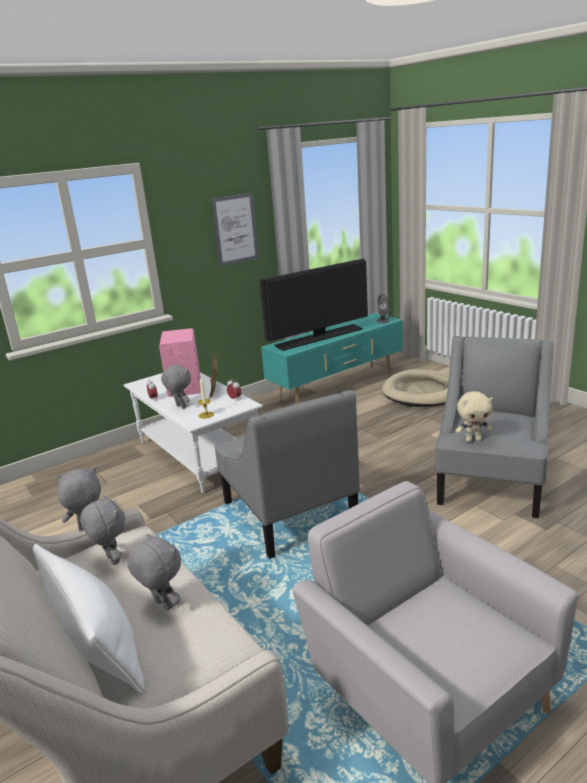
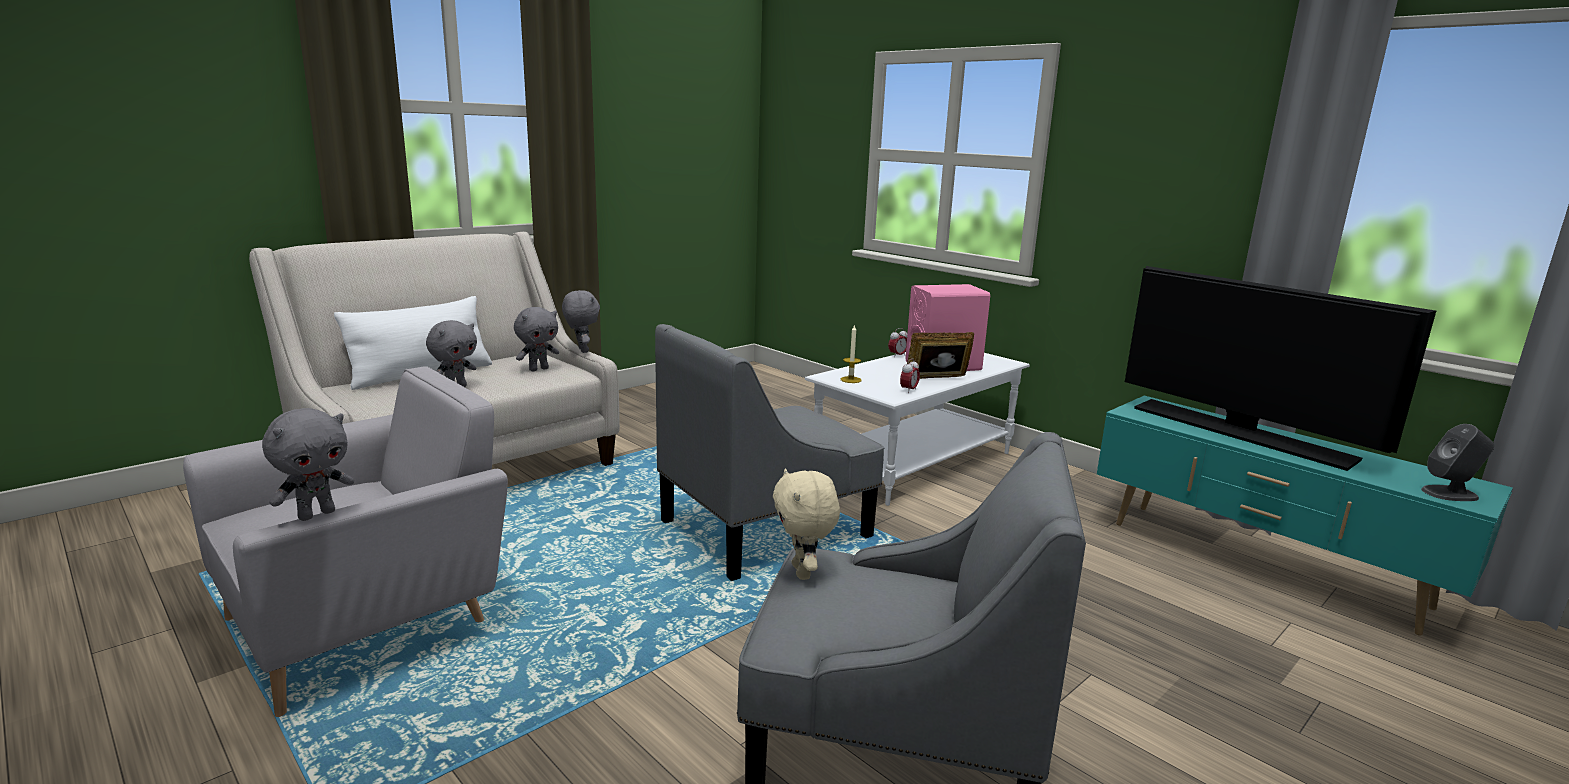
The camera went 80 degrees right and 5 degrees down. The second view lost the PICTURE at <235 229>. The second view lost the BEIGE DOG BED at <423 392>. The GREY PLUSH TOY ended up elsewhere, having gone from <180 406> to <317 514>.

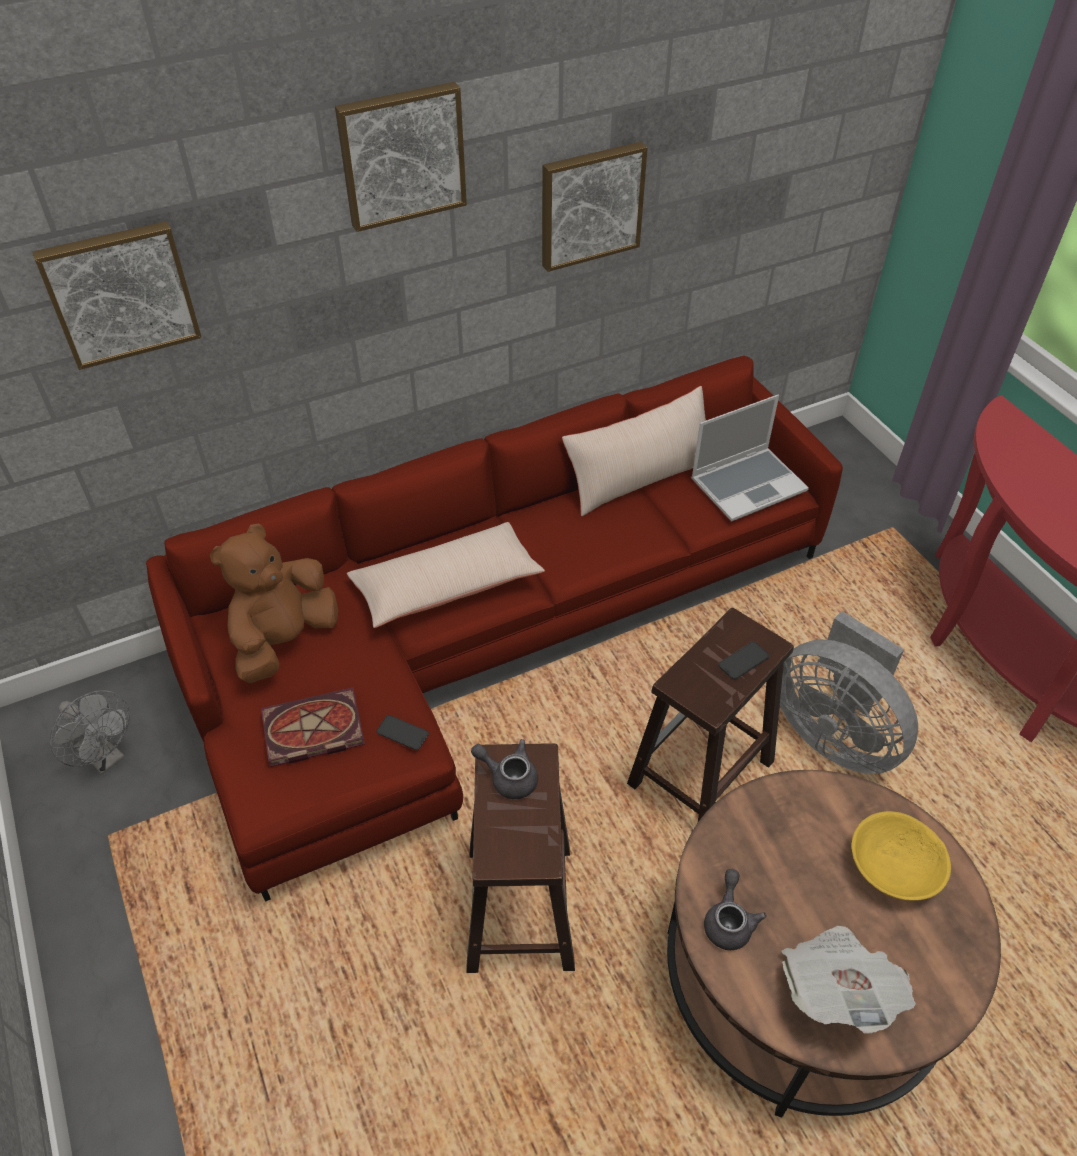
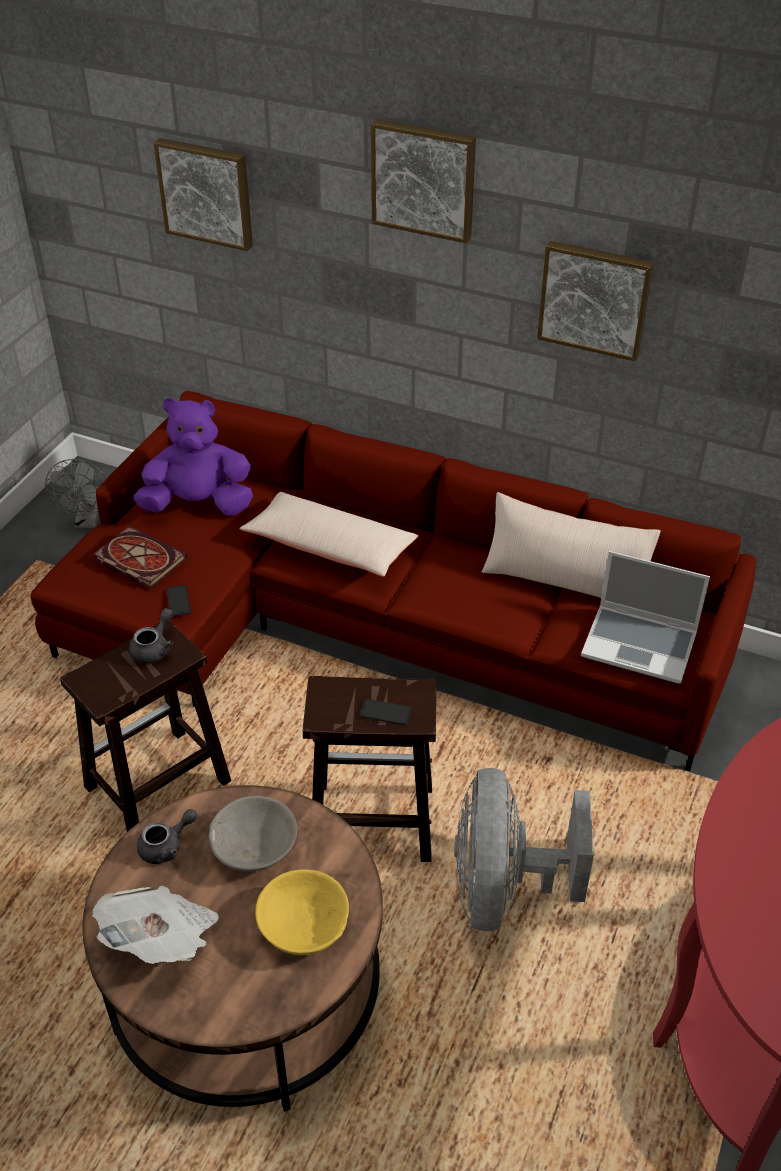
The camera went 50 degrees right and 5 degrees down. The second view gained the GREY BOWL at <254 846>. What was the BROWN PLUSH TOY at <284 640> turned into the PURPLE PLUSH TOY at <199 505>. The GREY TEAPOT at <508 777> ended up facing another way, 45 degrees clockwise from before.

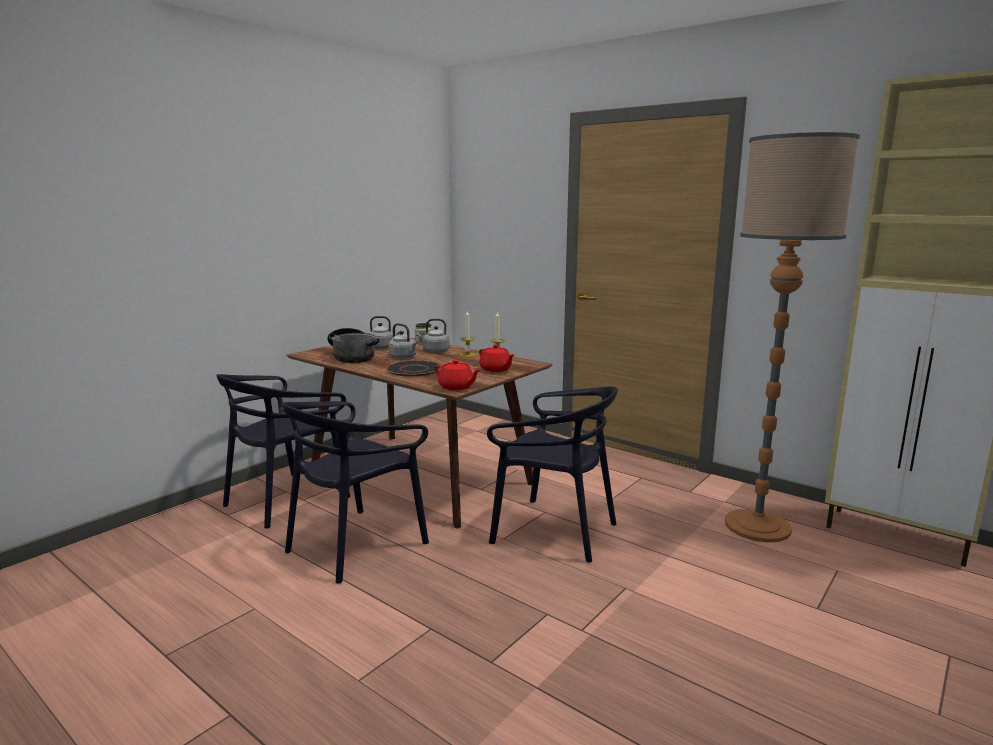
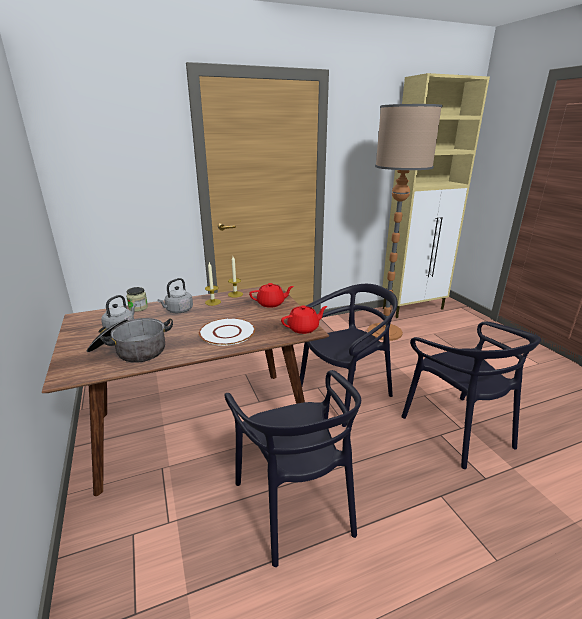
The camera went 60 degrees left and 10 degrees up. The second view lost the GREY KETTLE at <404 357>. The BLACK CHAIR ended up elsewhere, having gone from <286 499> to <457 429>. What was the BLACK PLATE at <414 369> turned into the WHITE PLATE at <227 332>.

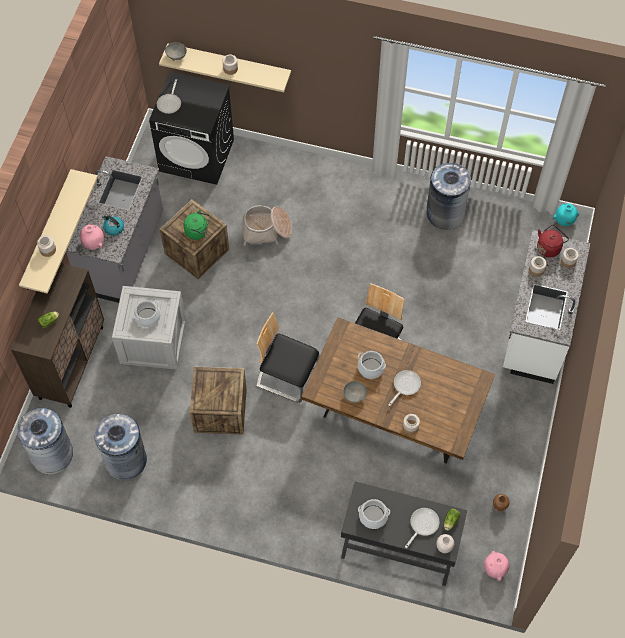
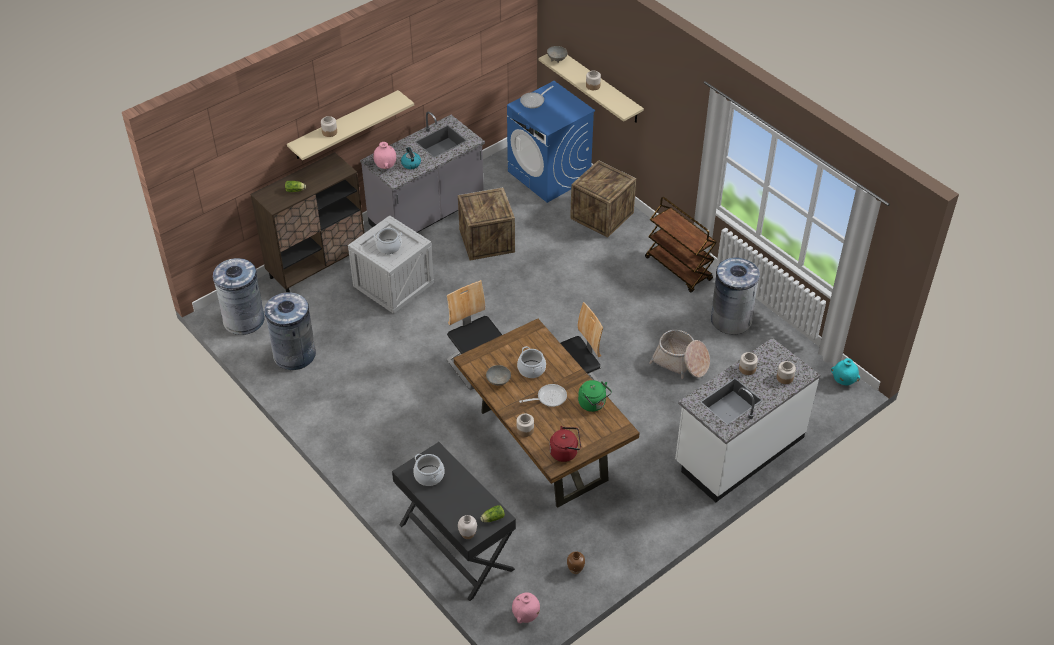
The camera went 35 degrees right and 15 degrees down. The second view lost the FRYING PAN at <422 525>. The second view gained the BROWN CART at <679 269>. The GREEN KETTLE ended up elsewhere, having gone from <198 231> to <593 404>. The CRATE ended up elsewhere, having gone from <220 410> to <602 215>. The BASKET ended up elsewhere, having gone from <266 230> to <681 362>. The RED KETTLE ended up elsewhere, having gone from <549 247> to <565 452>. What was the BLACK WASHING MACHINE at <197 155> turned into the BLUE WASHING MACHINE at <549 175>.

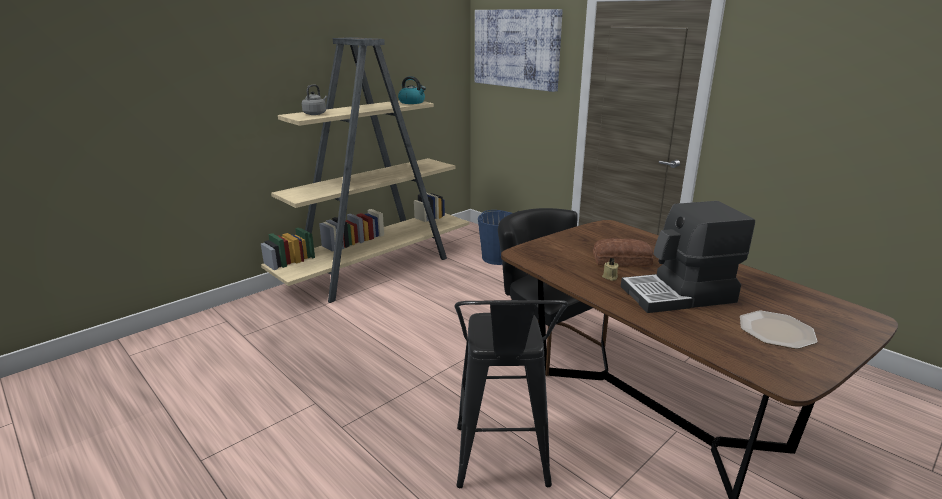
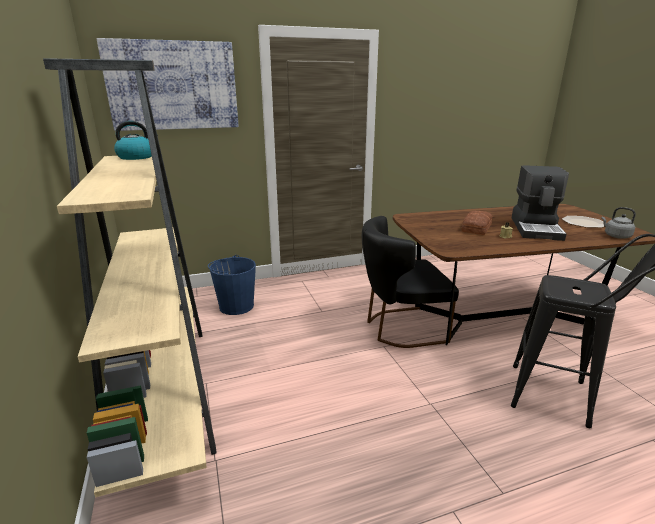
The camera went 65 degrees left and 0 degrees up. The GREY KETTLE ended up elsewhere, having gone from <315 114> to <615 236>.

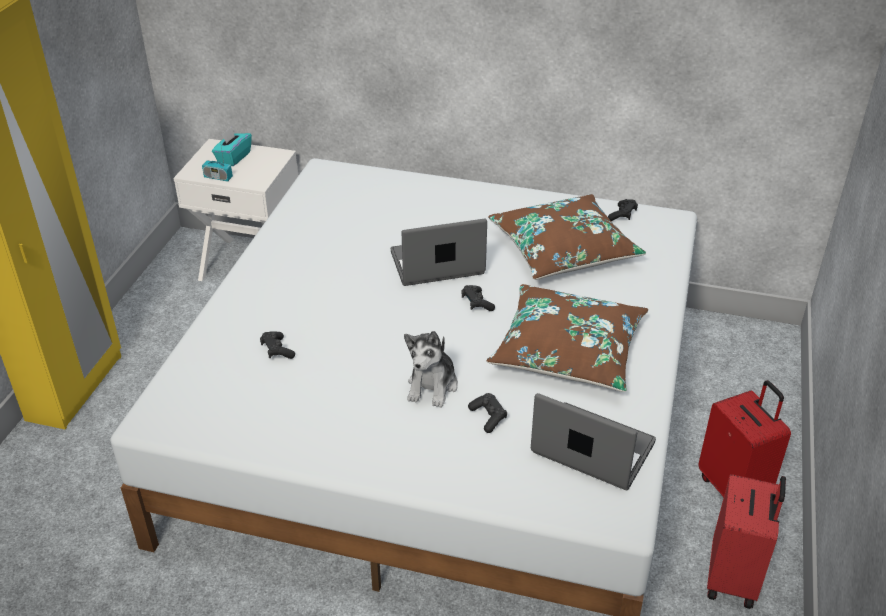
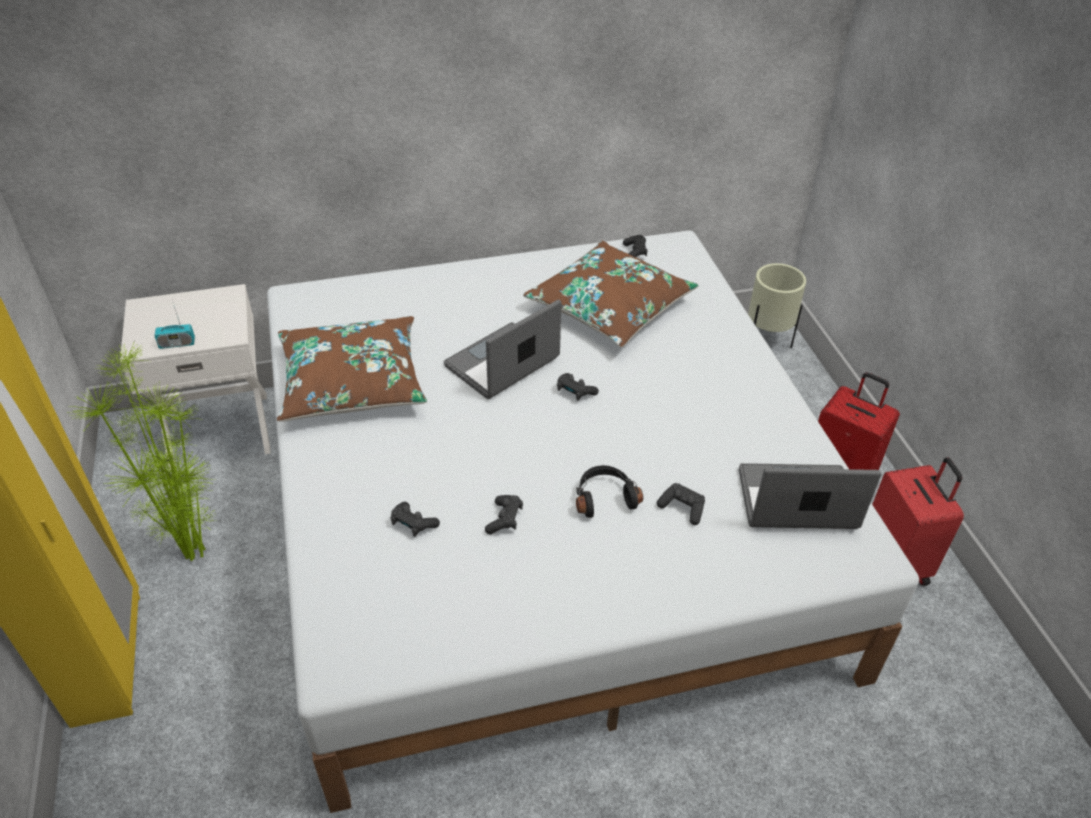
The camera went 30 degrees left and 5 degrees up. The second view lost the TURQUOISE TISSUE BOX at <233 157>. The second view gained the POTTED PLANT at <193 551>. The second view gained the BLACK GAME CONTROLLER at <505 519>. The second view gained the BEIGE PLANTER at <767 341>. The BROWN PILLOW ended up elsewhere, having gone from <568 350> to <352 382>. Where the PLUSH TOY stood at <432 386>, the BLACK HEADPHONES came to stand at <604 497>.

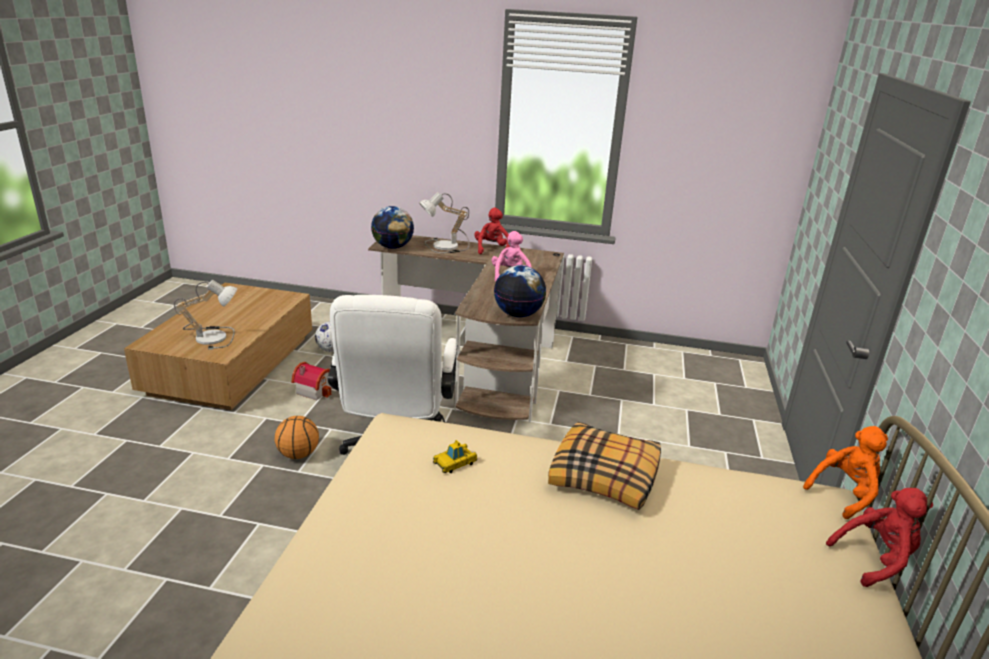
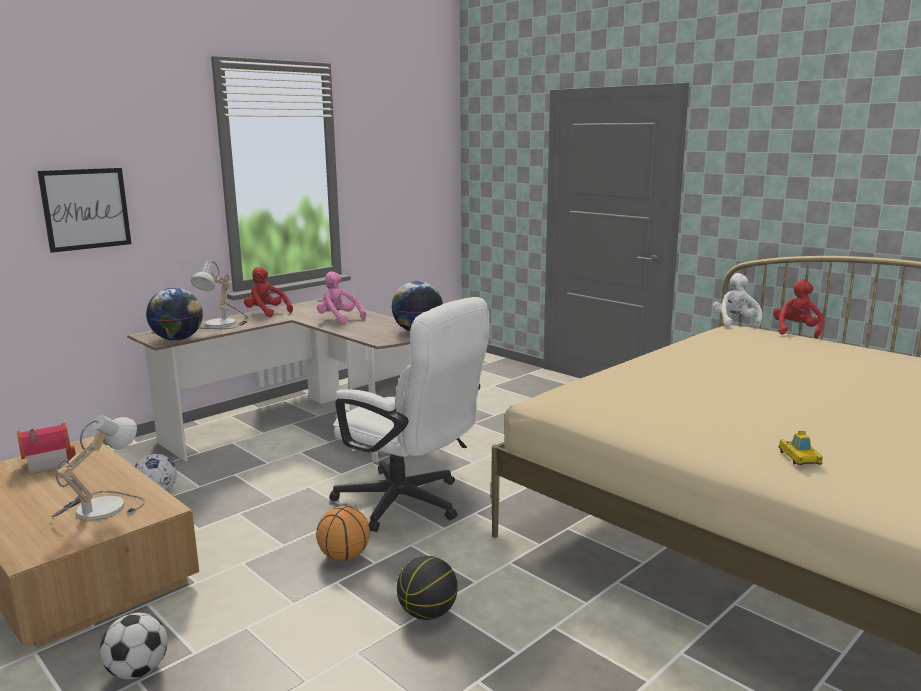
The camera went 55 degrees left and 10 degrees down. The second view lost the PILLOW at <605 476>. The second view gained the PICTURE at <86 209>. The second view gained the FOOTBALL at <138 671>. The second view gained the BASKETBALL at <427 613>. The TOY HOUSE ended up elsewhere, having gone from <314 390> to <46 463>. The TOY CAR ended up elsewhere, having gone from <455 463> to <799 457>. What was the ORANGE PLUSH TOY at <844 493> turned into the WHITE PLUSH TOY at <735 322>.

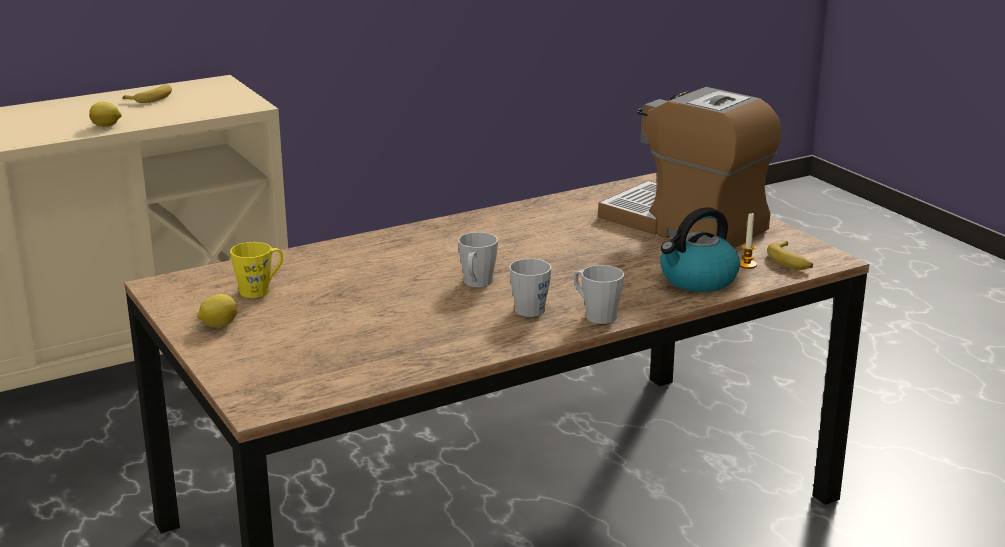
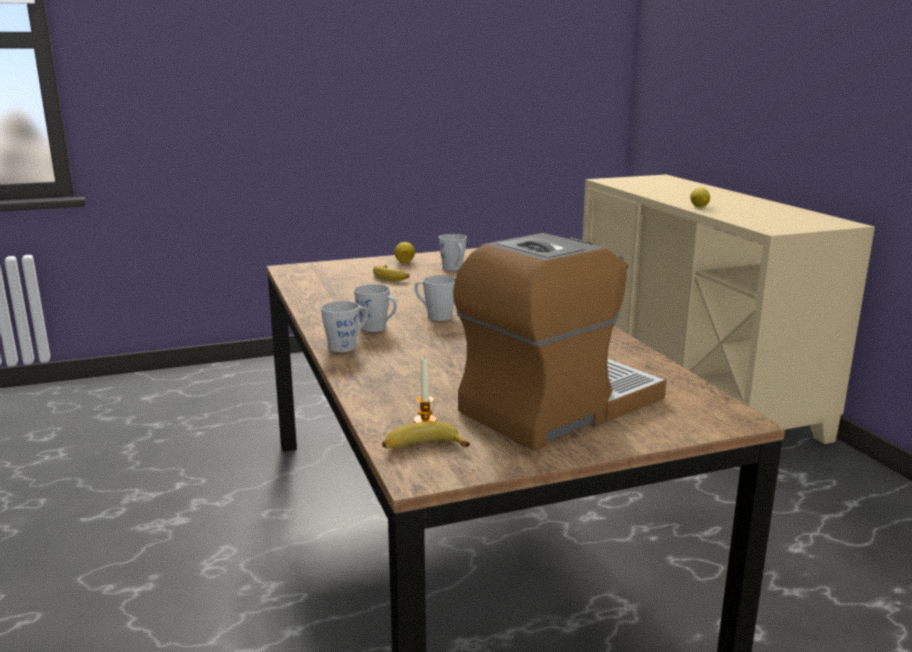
The camera went 100 degrees right and 5 degrees down. The second view lost the KETTLE at <697 280>. The BANANA ended up elsewhere, having gone from <152 98> to <392 277>. What was the YELLOW MUG at <260 290> turned into the GREY MUG at <454 269>.

